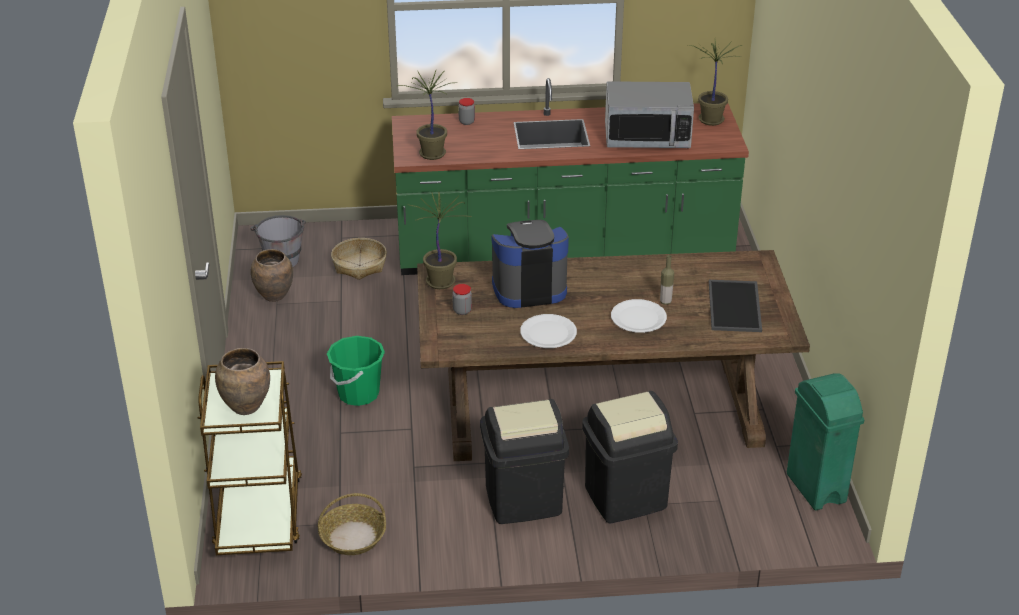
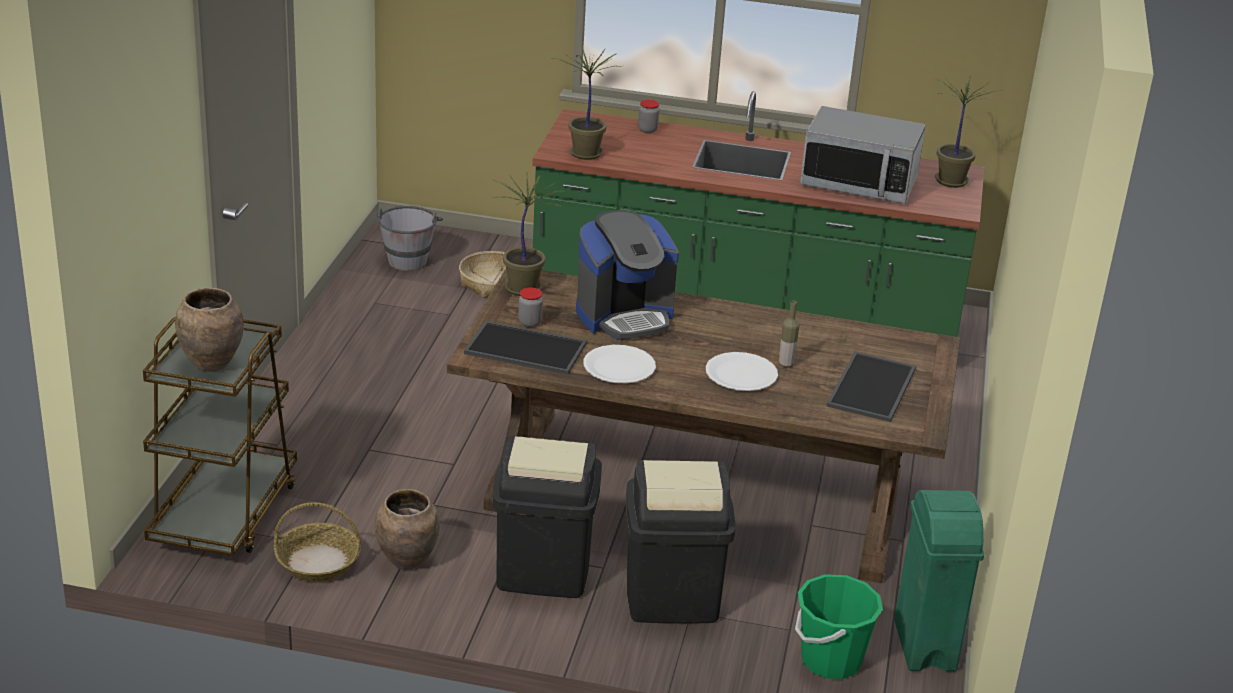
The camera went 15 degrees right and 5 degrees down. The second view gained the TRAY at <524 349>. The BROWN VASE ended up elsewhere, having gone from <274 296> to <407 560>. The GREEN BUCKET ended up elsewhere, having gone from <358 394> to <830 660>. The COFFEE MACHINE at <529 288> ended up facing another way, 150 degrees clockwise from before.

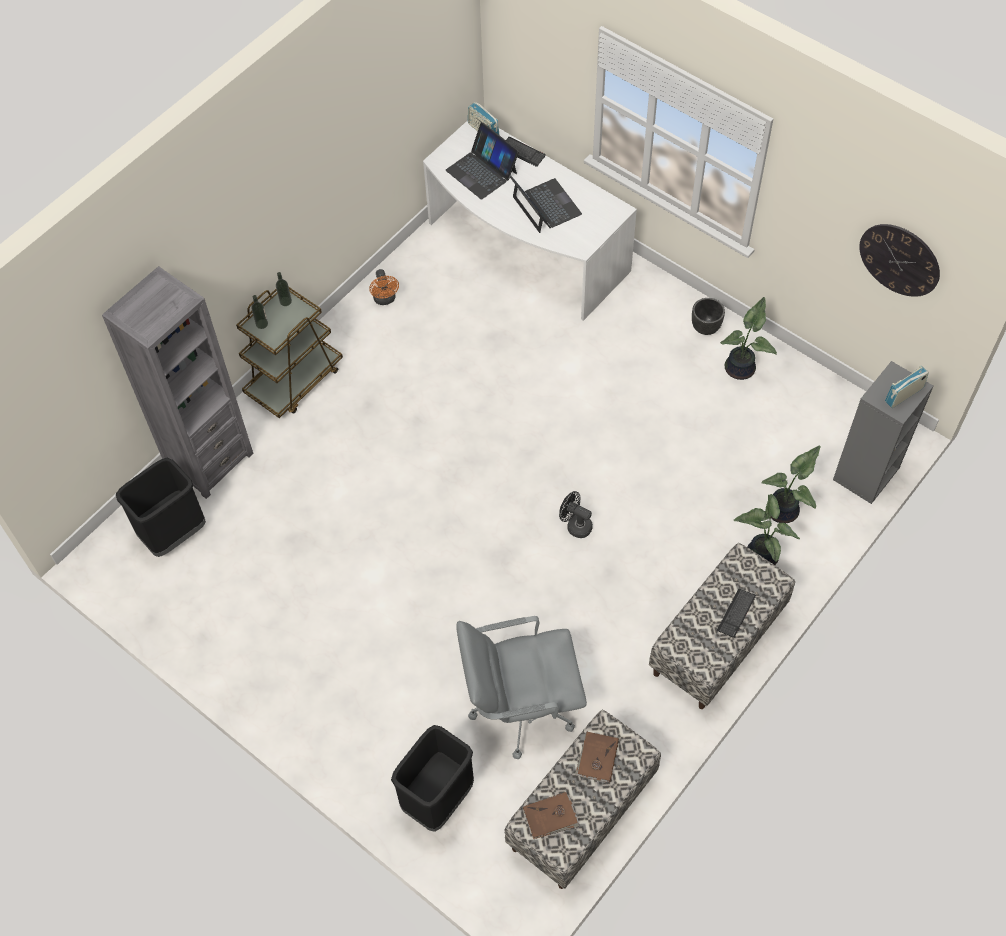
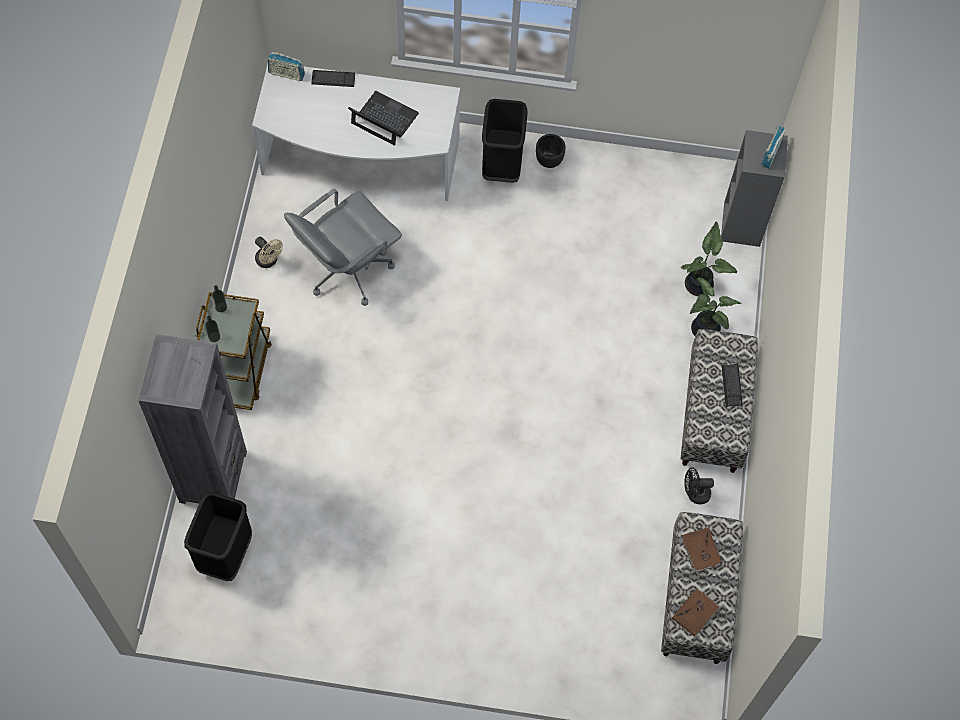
The camera went 35 degrees left and 5 degrees up. The second view lost the LAPTOP at <482 171>. The second view lost the POTTED PLANT at <741 368>. The second view lost the WALL CLOCK at <899 259>. The BLACK TRASH CAN ended up elsewhere, having gone from <437 798> to <501 165>. The GREY OFFICE CHAIR ended up elsewhere, having gone from <521 706> to <347 269>. The BLACK FAN ended up elsewhere, having gone from <575 525> to <694 494>. What was the ORANGE FAN at <385 299> turned into the BEIGE FAN at <269 261>.

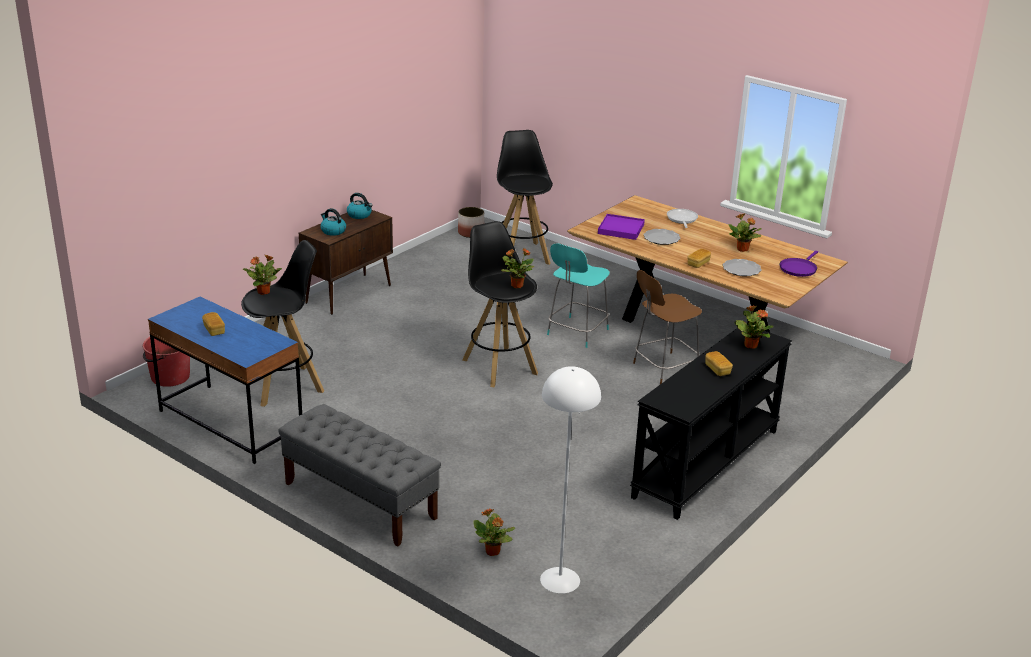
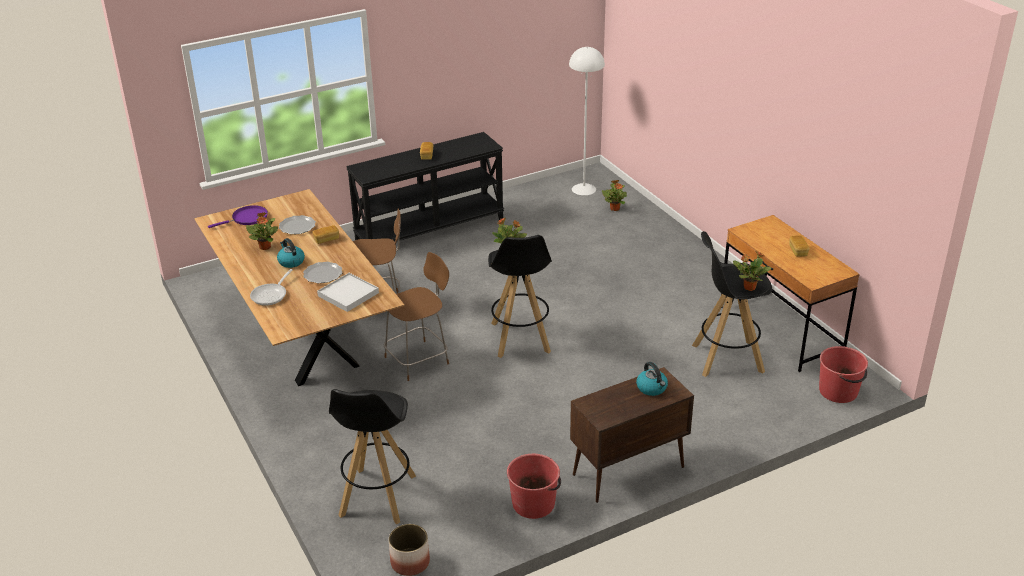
The camera went 155 degrees left and 5 degrees up. The second view lost the GREY BENCH at <359 500>. The second view lost the POTTED PLANT at <750 345>. The second view gained the RED BUCKET at <534 503>. The KETTLE ended up elsewhere, having gone from <359 215> to <291 261>. What was the BLUE DESK at <230 423> turned into the BROWN DESK at <780 330>. What was the TURQUOISE CHAIR at <576 333> turned into the BROWN CHAIR at <419 359>. What was the PURPLE TRAY at <621 229> turned into the WHITE TRAY at <348 294>.

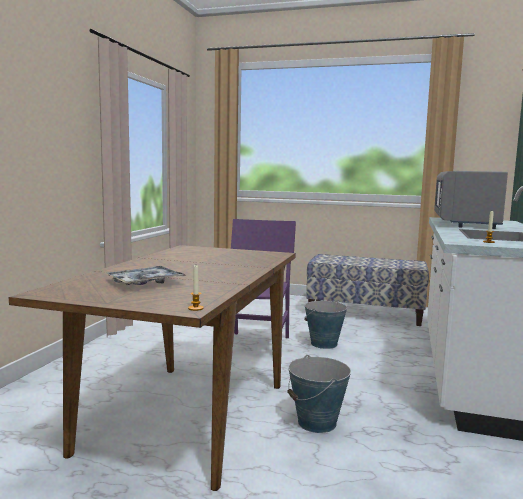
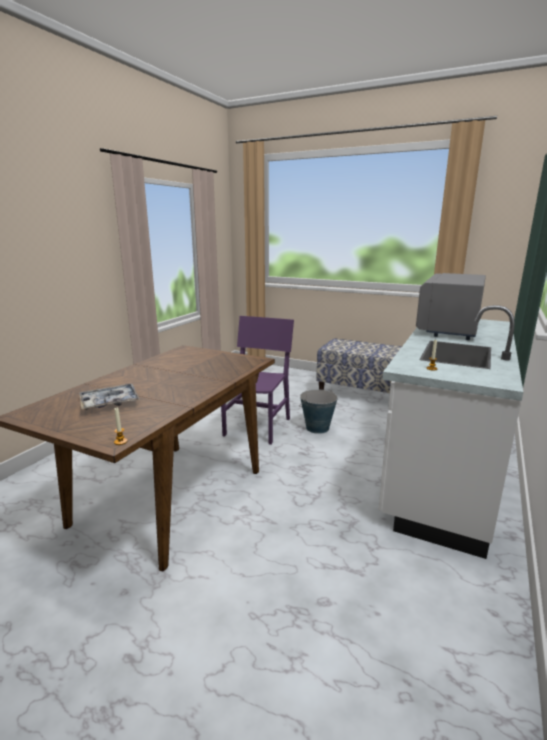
The camera went 10 degrees right and 10 degrees up. The second view lost the BUCKET at <317 423>.

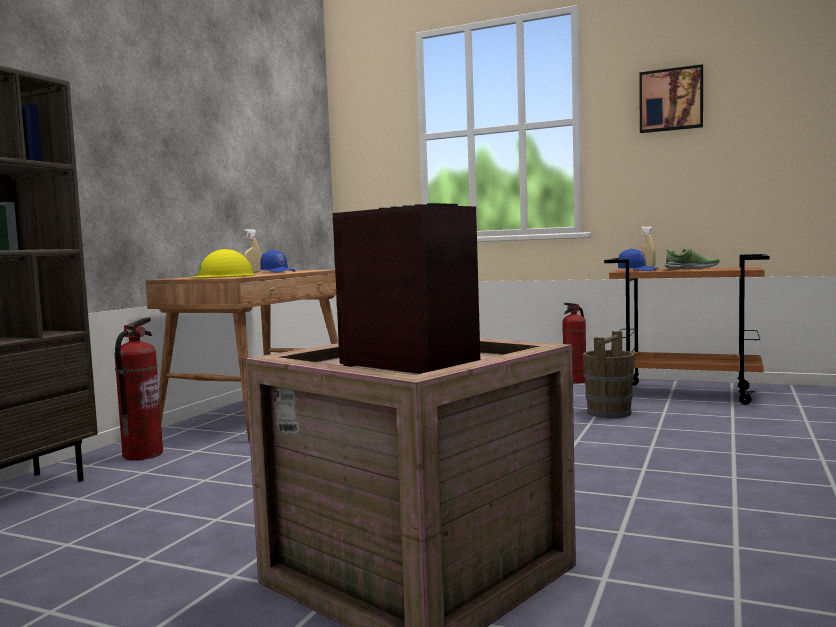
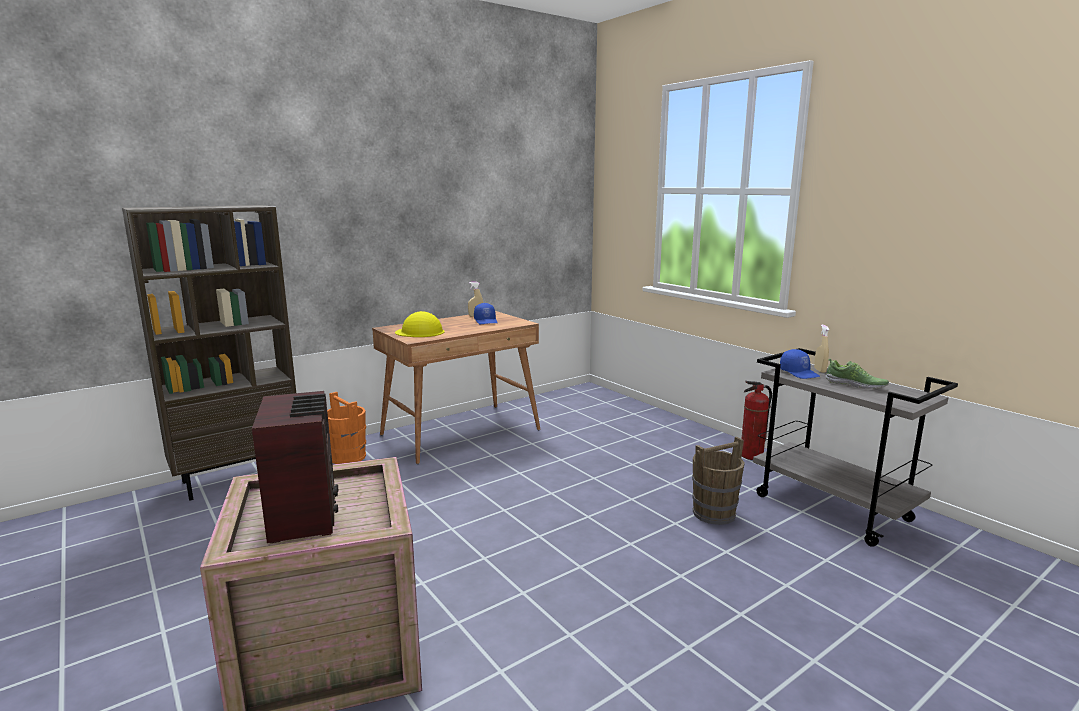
The camera went 30 degrees right and 10 degrees up. The second view lost the PICTURE at <671 100>. Where the FIRE EXTINGUISHER stood at <142 455>, the ORANGE BUCKET came to stand at <348 457>. What was the BROWN CART at <686 393> turned into the GREY CART at <833 508>.

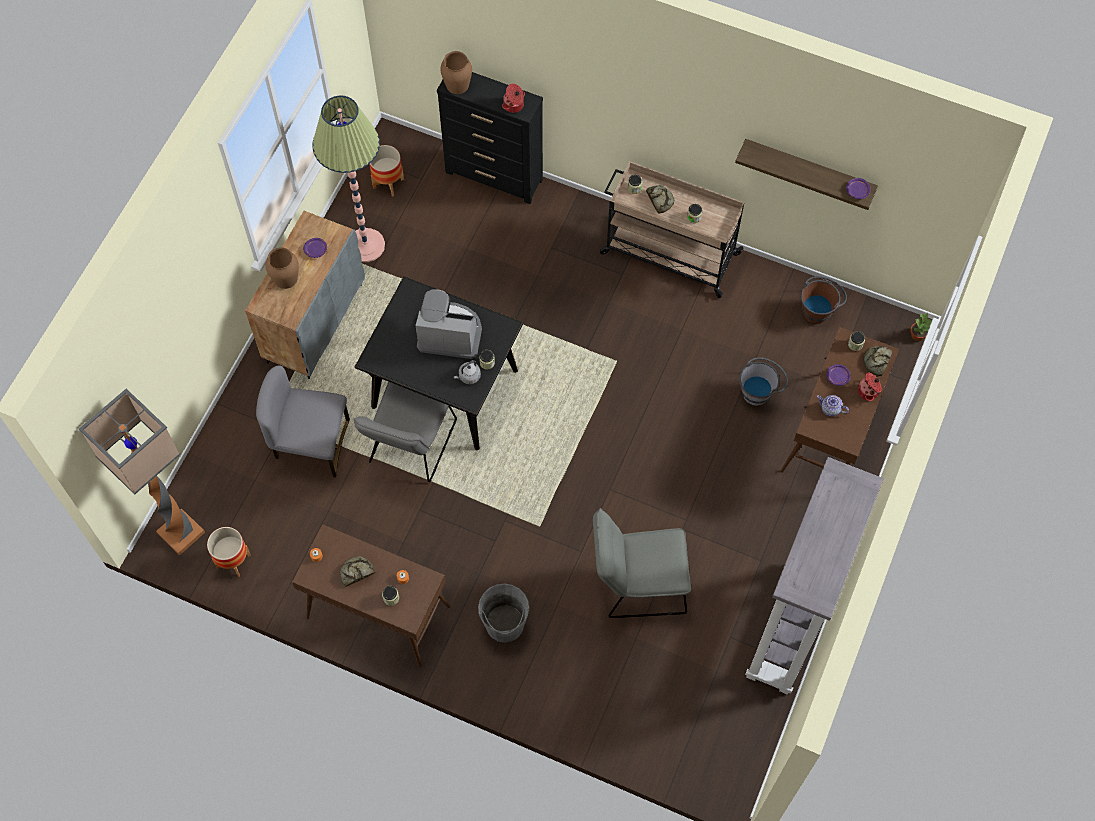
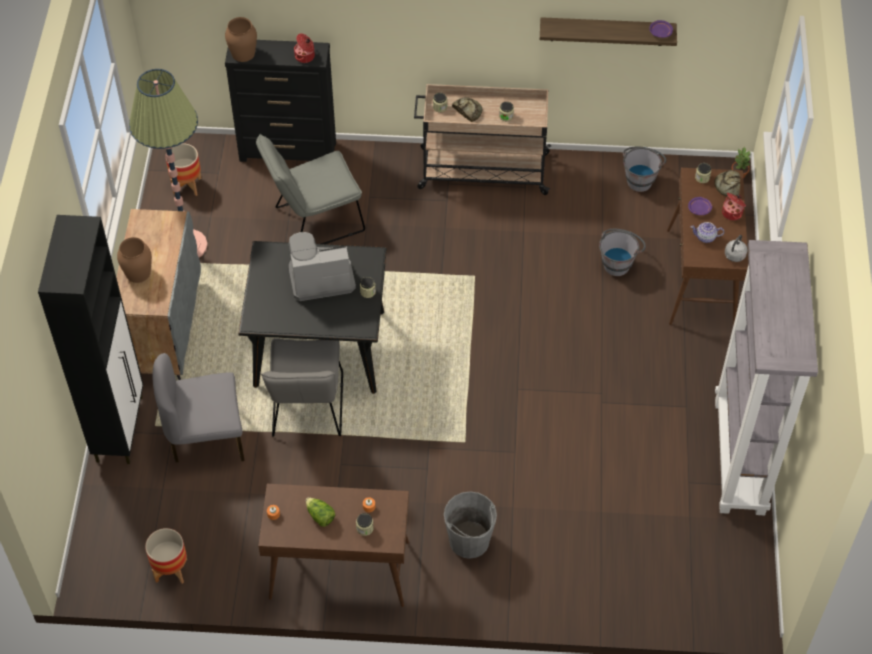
The camera went 20 degrees left and 10 degrees down. The second view lost the FLOOR LAMP at <179 533>. The second view lost the PURPLE PLATE at <316 250>. The second view gained the BLACK CABINET at <120 427>. The GREY KETTLE ended up elsewhere, having gone from <468 377> to <734 256>. The GREY CHAIR ended up elsewhere, having gone from <637 583> to <313 221>. Where the BREAD stood at <356 572>, the LETTUCE came to stand at <320 516>. What was the BROWN BUCKET at <818 308> turned into the GREY BUCKET at <640 178>.

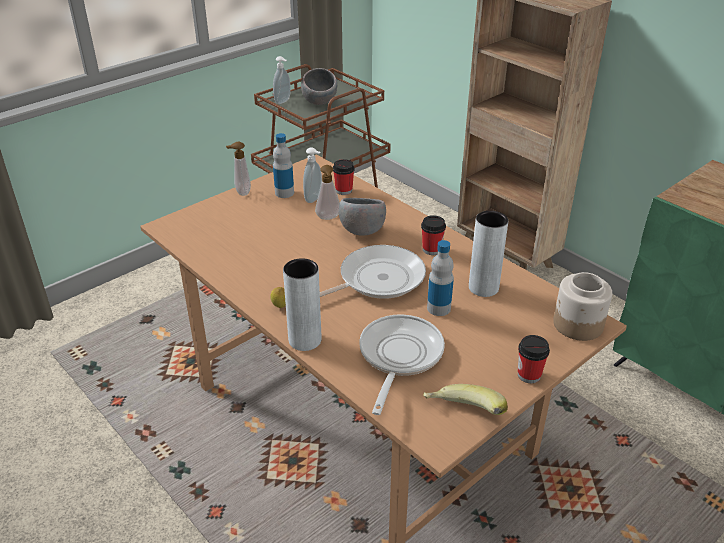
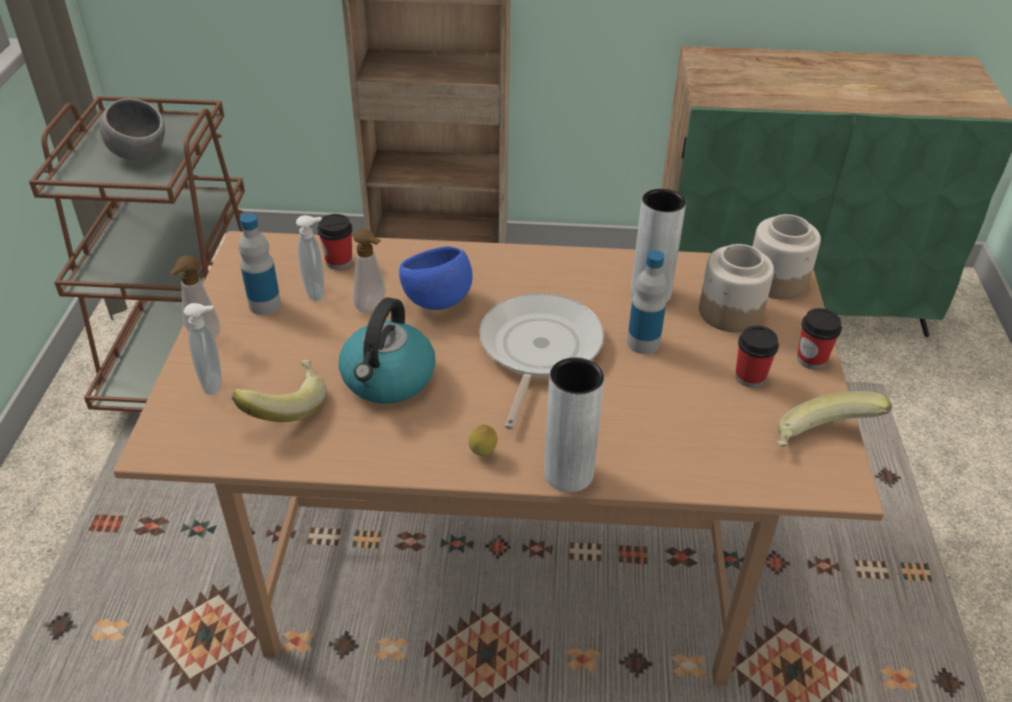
The camera went 45 degrees left and 5 degrees up. The second view lost the FRYING PAN at <398 357>. The second view gained the BANANA at <284 406>. The second view gained the KETTLE at <388 379>. The second view gained the JAR at <729 312>. The SOAP DISPENSER ended up elsewhere, having gone from <283 101> to <215 383>. The CUP ended up elsewhere, having gone from <431 249> to <750 377>. What was the GREY BOWL at <362 232> turned into the BLUE BOWL at <437 302>.

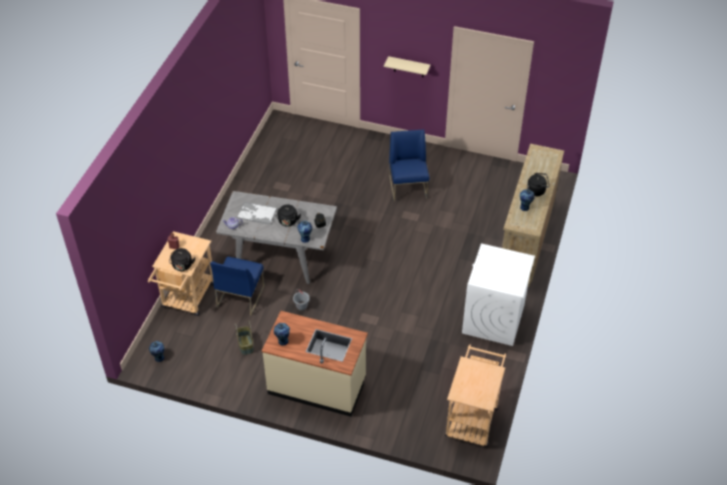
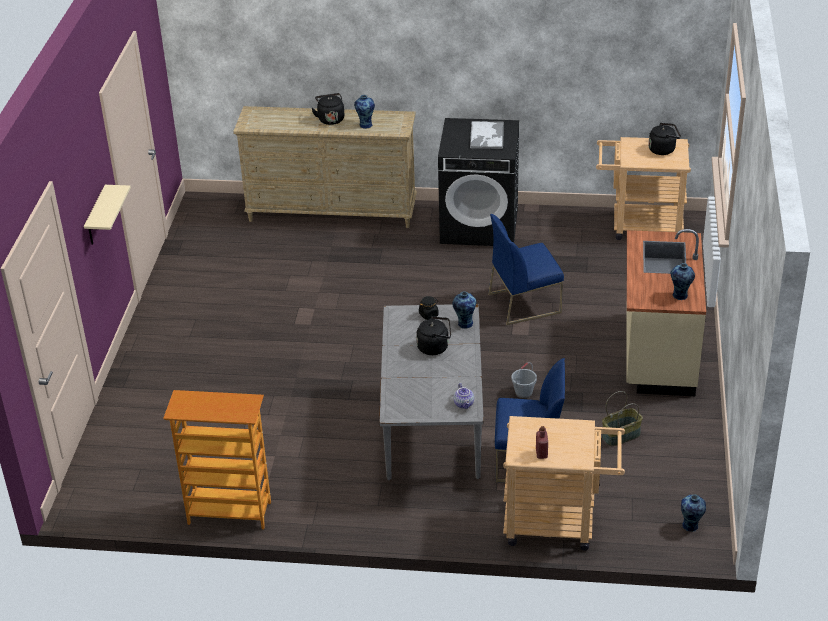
The camera went 100 degrees left and 10 degrees down. The second view gained the BOOKCASE at <229 513>. The BLACK KETTLE ended up elsewhere, having gone from <182 266> to <663 149>. The TRAY ended up elsewhere, having gone from <256 213> to <486 136>. The BLUE CHAIR ended up elsewhere, having gone from <408 187> to <525 303>. What was the WHITE WASHING MACHINE at <493 319> turned into the BLACK WASHING MACHINE at <480 225>.

